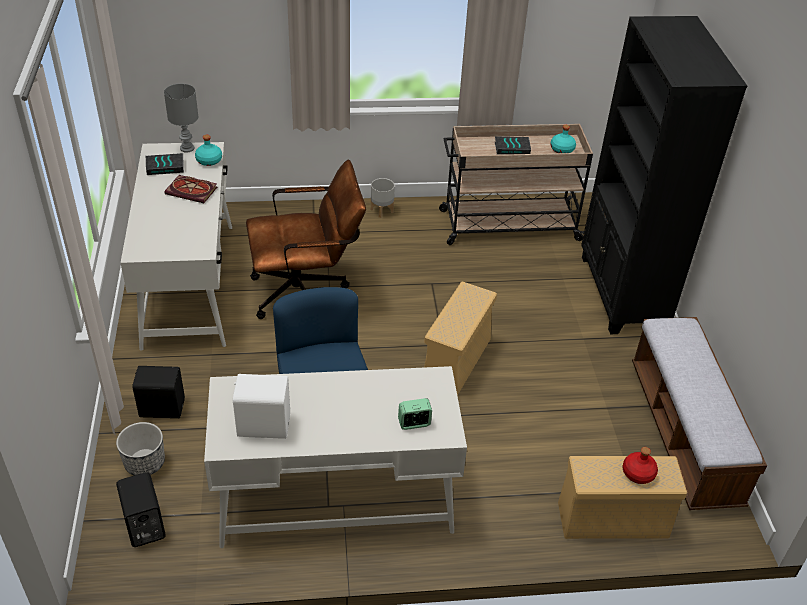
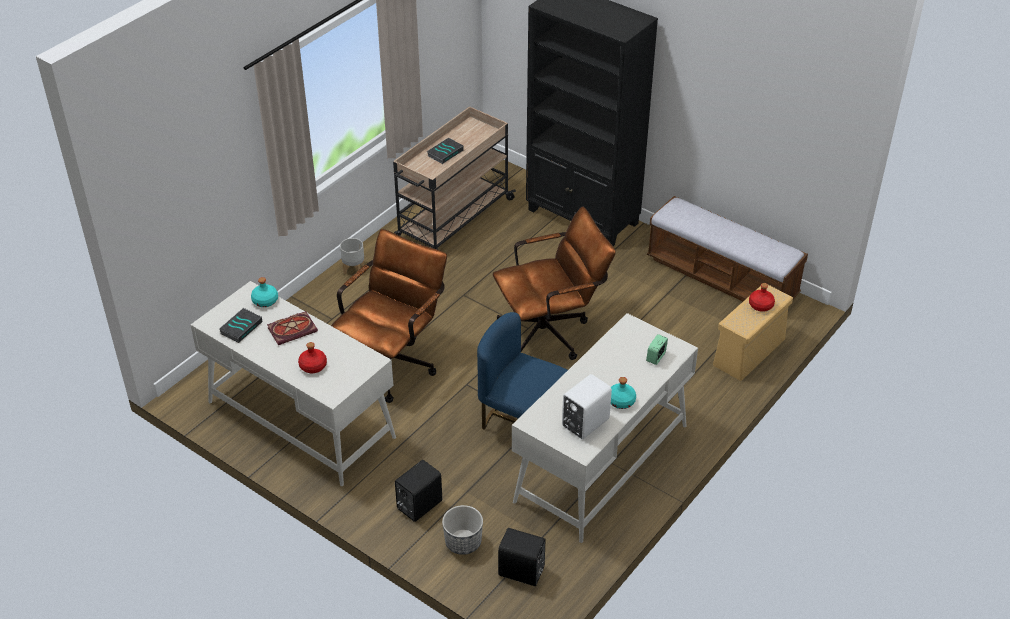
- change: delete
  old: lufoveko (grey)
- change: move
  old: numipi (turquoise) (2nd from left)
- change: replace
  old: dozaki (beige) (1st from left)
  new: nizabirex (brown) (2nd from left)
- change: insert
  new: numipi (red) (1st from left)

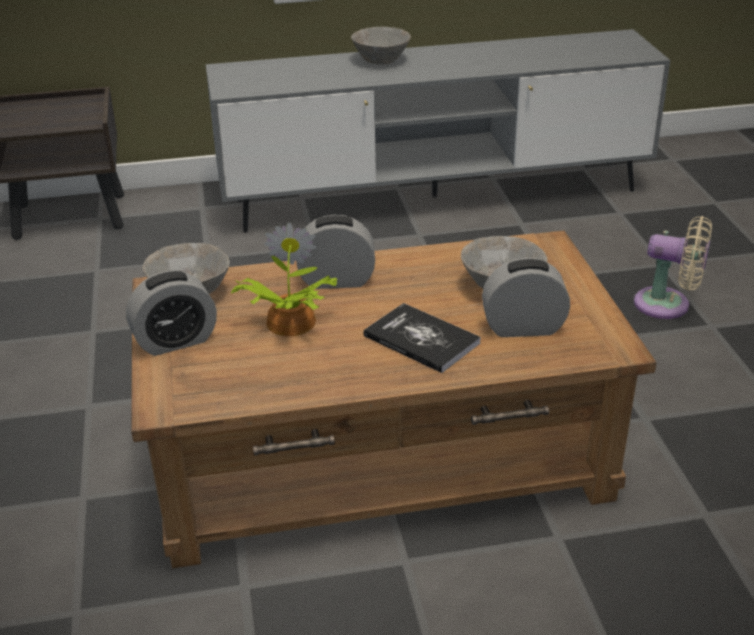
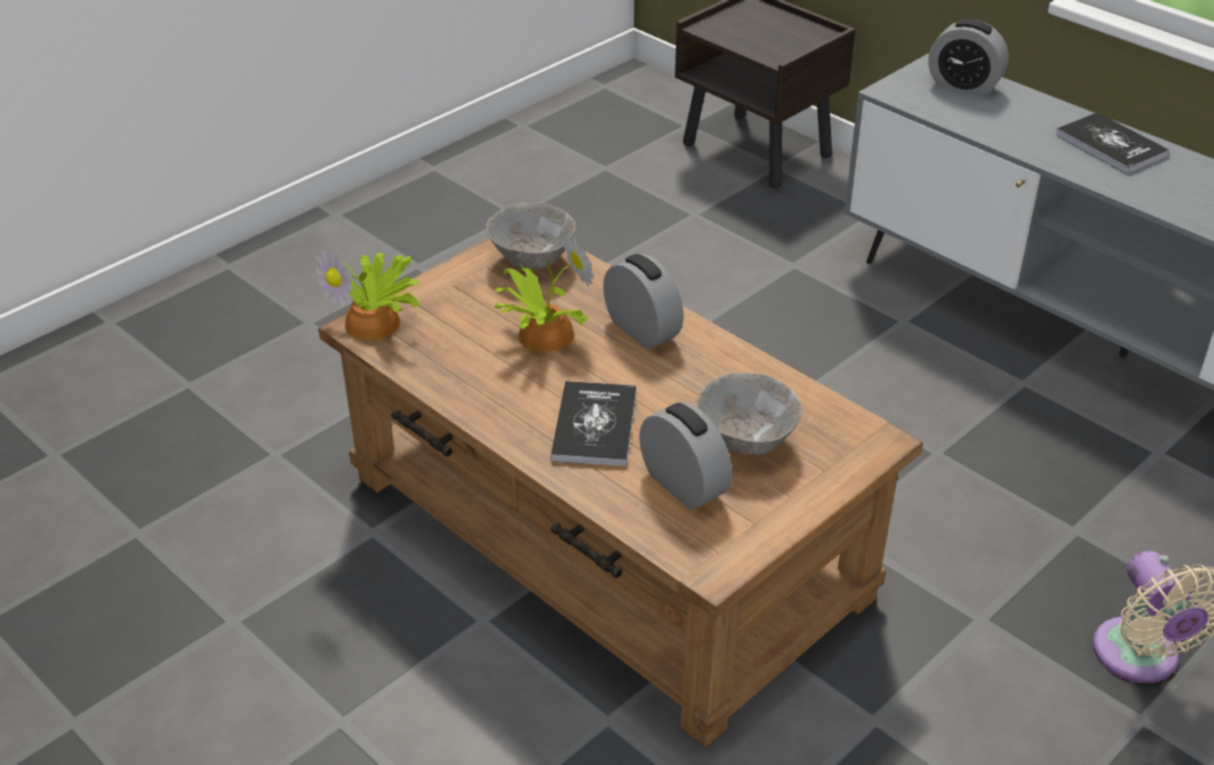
- change: replace
  old: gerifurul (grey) (2nd from left)
  new: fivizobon (2nd from left)
- change: move
  old: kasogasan (1st from left in the first image)
  new: kasogasan (3rd from left)
- change: insert
  new: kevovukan (1st from left)

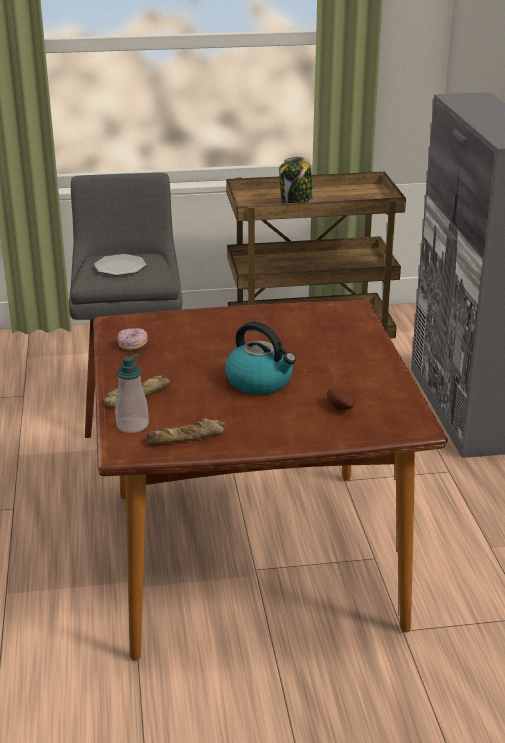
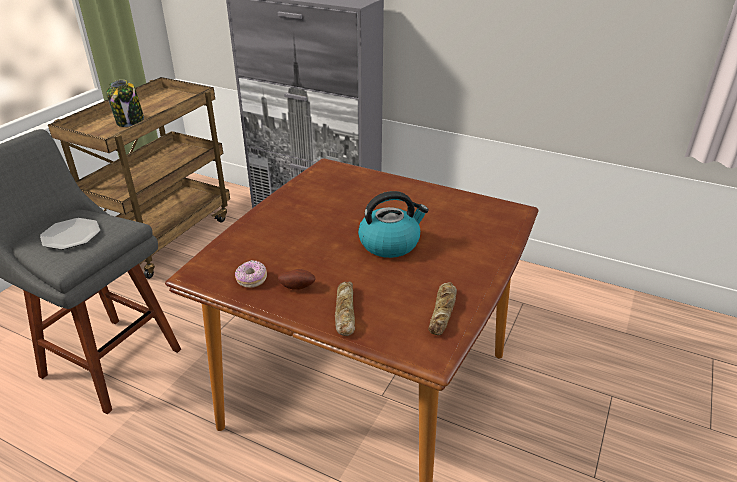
- change: delete
  old: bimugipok
- change: move
  old: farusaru

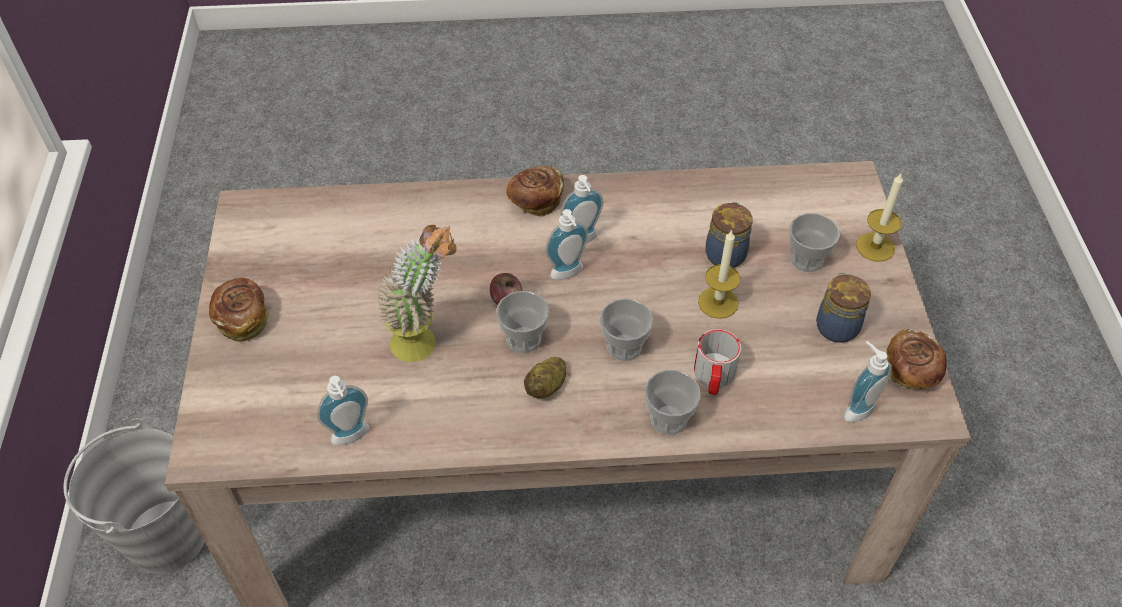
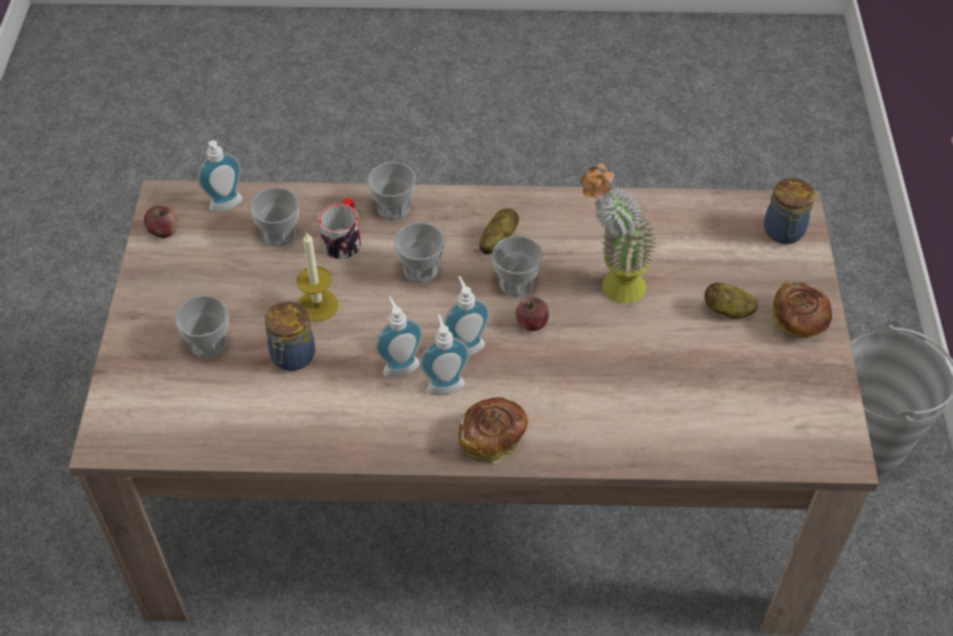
- change: delete
  old: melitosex (2nd from left)
- change: move
  old: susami (2nd from left)
- change: replace
  old: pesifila (3rd from left)
  new: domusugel (1st from left)
- change: move
  old: bimugipok (1st from left in the first image)
  new: bimugipok (2nd from left)
- change: insert
  new: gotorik (2nd from left)
- change: insert
  new: farusaru (2nd from left)

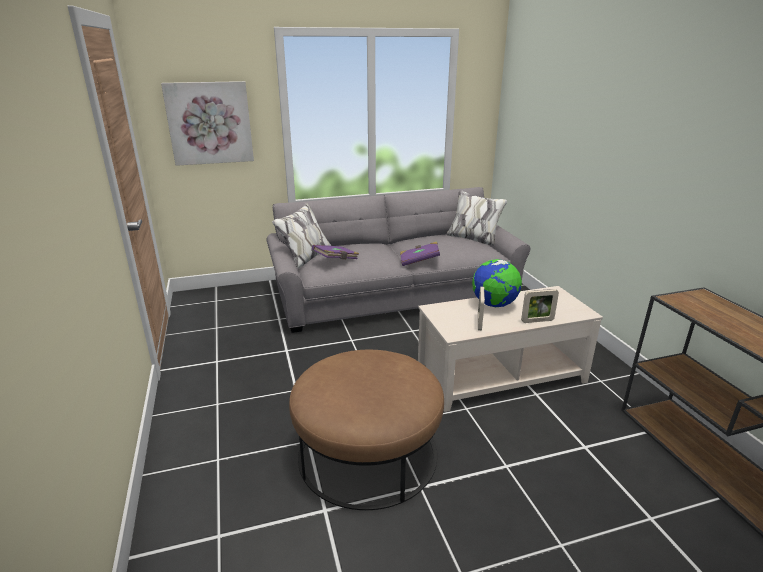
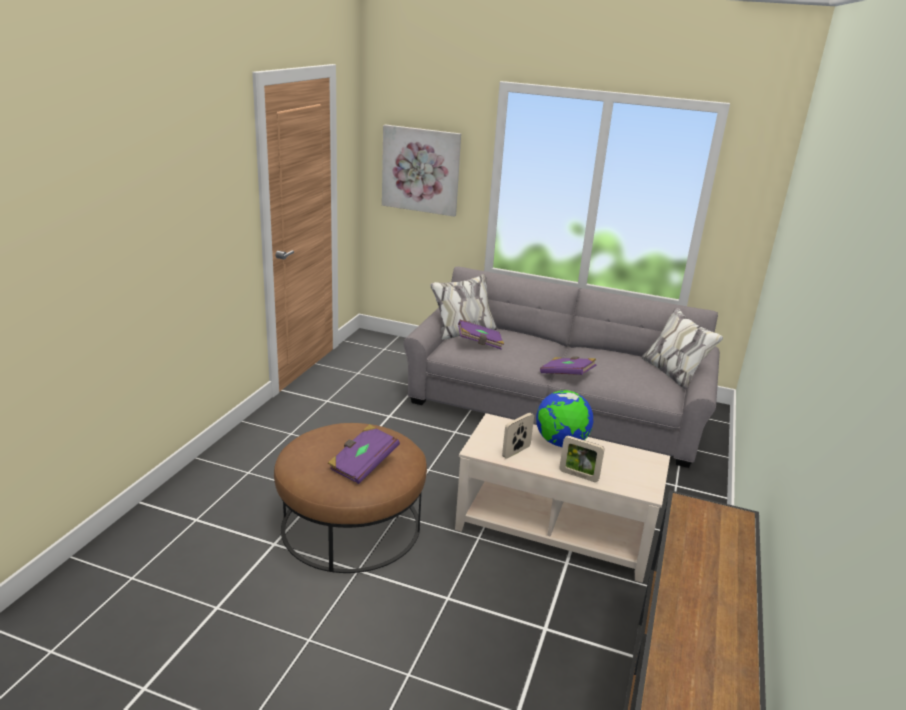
- change: insert
  new: fivizobon (purple) (1st from left)

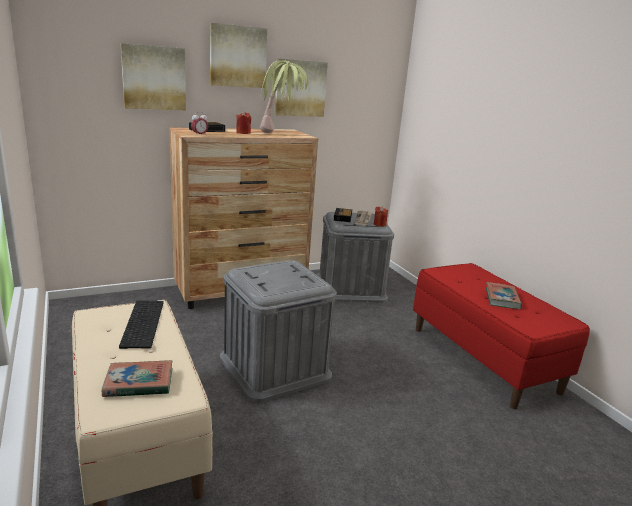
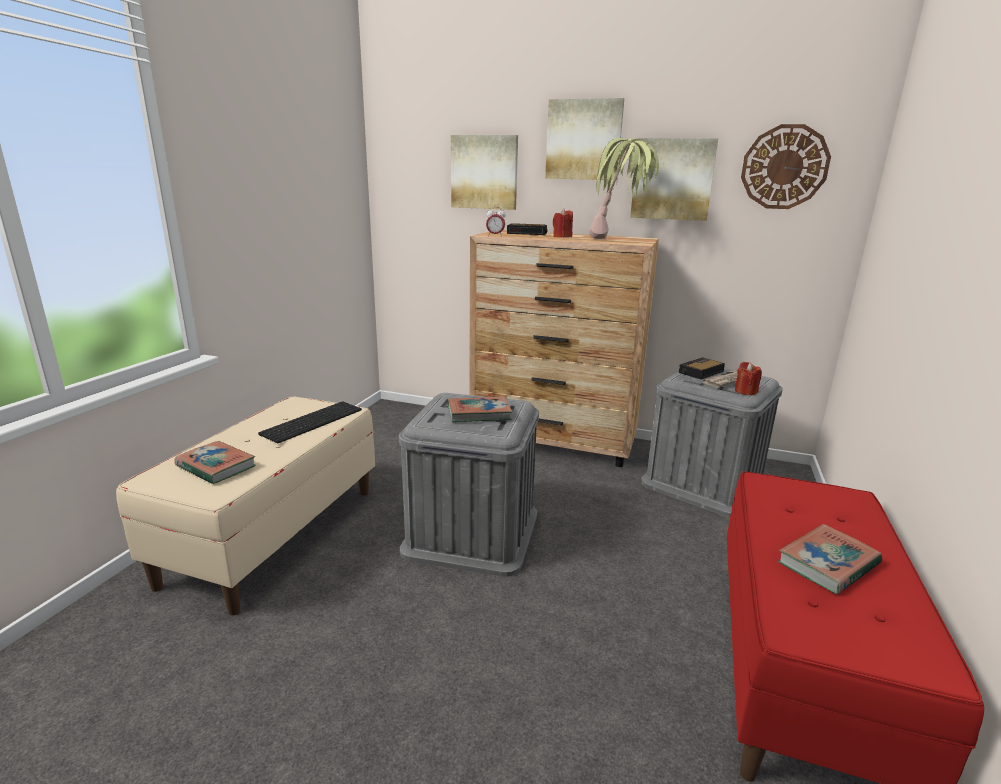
- change: insert
  new: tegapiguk
- change: insert
  new: fivizobon (2nd from left)

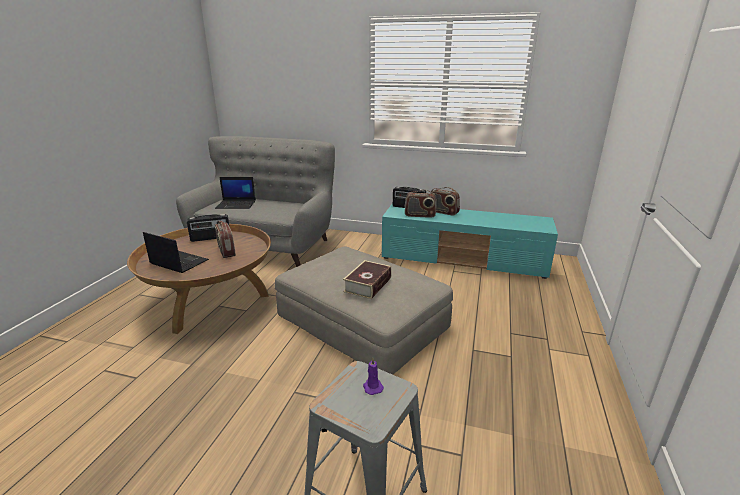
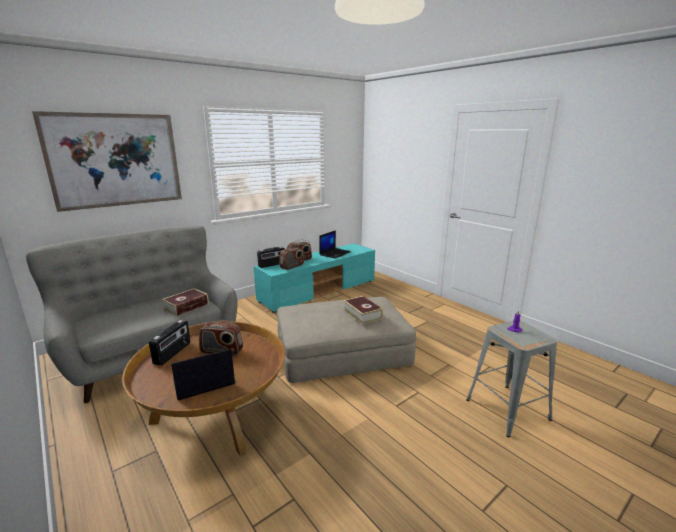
- change: move
  old: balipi (2nd from left)
- change: insert
  new: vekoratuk
- change: insert
  new: fivizobon (1st from left)

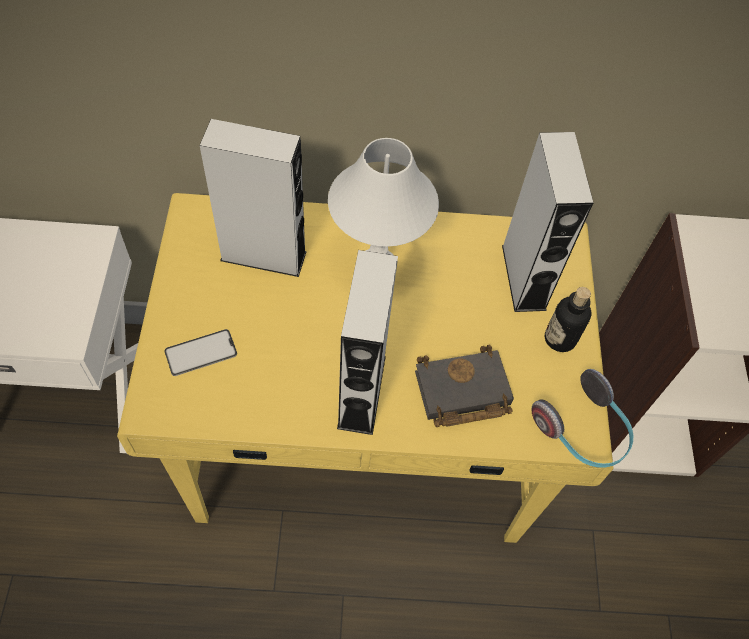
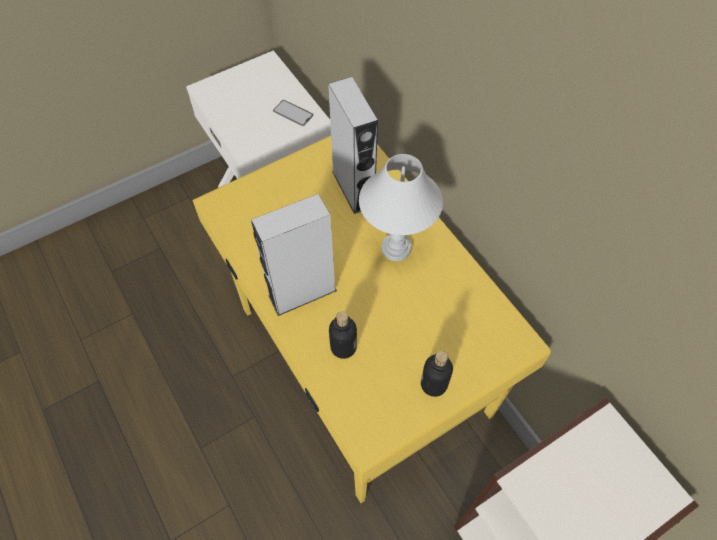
- change: delete
  old: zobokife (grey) (3rd from left)
- change: move
  old: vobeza
- change: replace
  old: fivizobon (black)
  new: numipi (1st from left)
- change: delete
  old: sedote

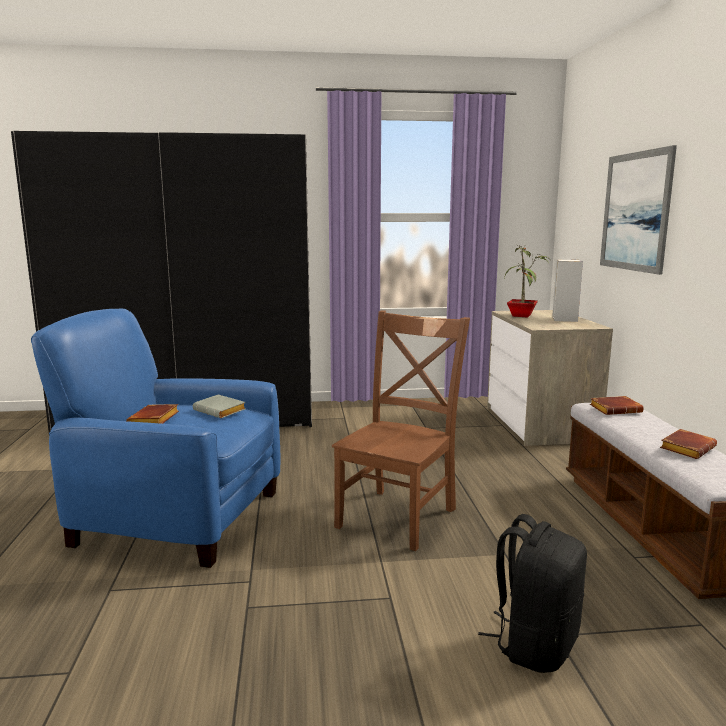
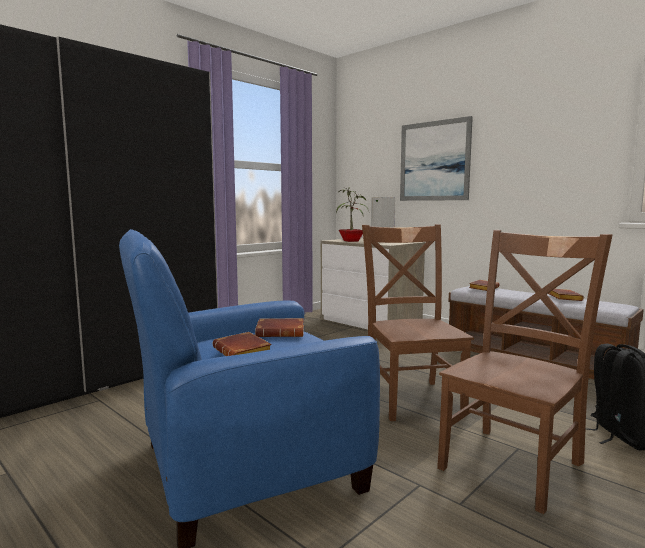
- change: recolor
  old: fivizobon (grey)
  new: fivizobon (brown) (2nd from left)
- change: insert
  new: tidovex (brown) (2nd from left)

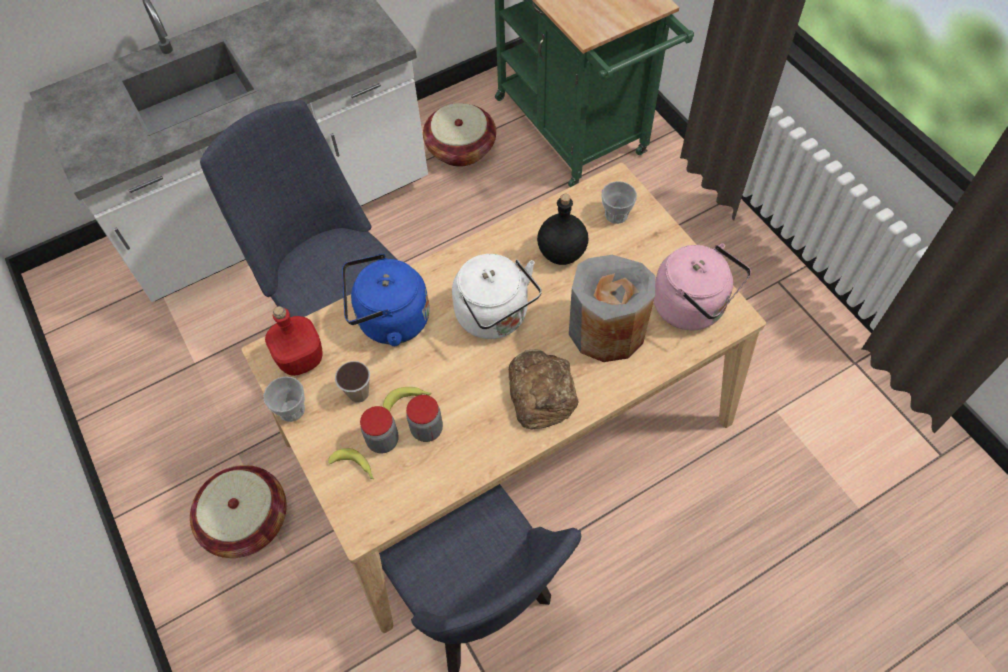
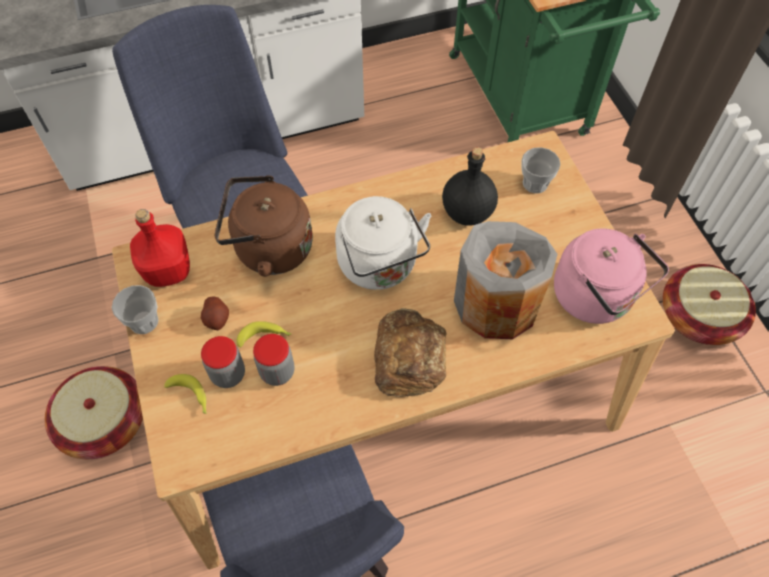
- change: move
  old: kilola (2nd from left)
- change: recolor
  old: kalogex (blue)
  new: kalogex (brown)
- change: replace
  old: gotorik (2nd from left)
  new: farusaru

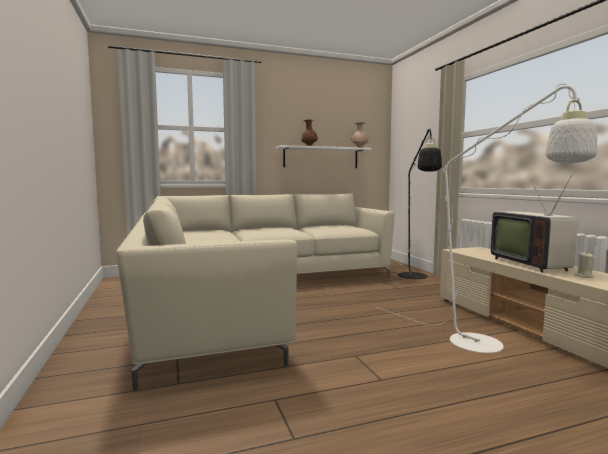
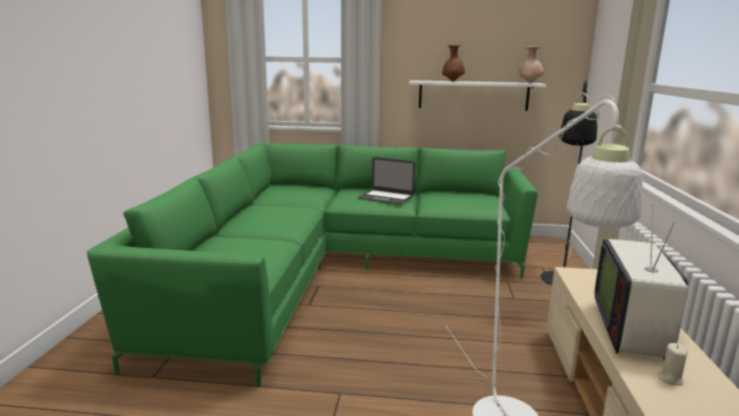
- change: recolor
  old: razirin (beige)
  new: razirin (green)
- change: insert
  new: balipi

